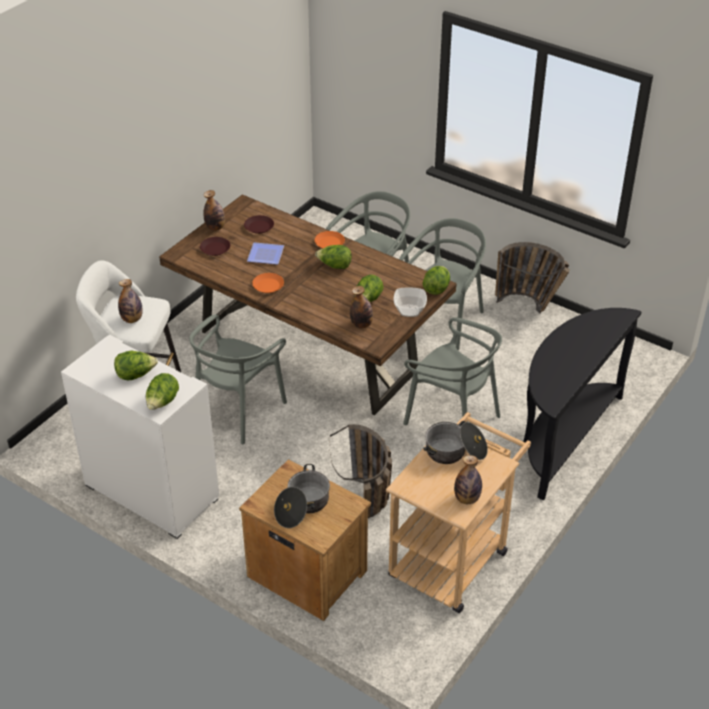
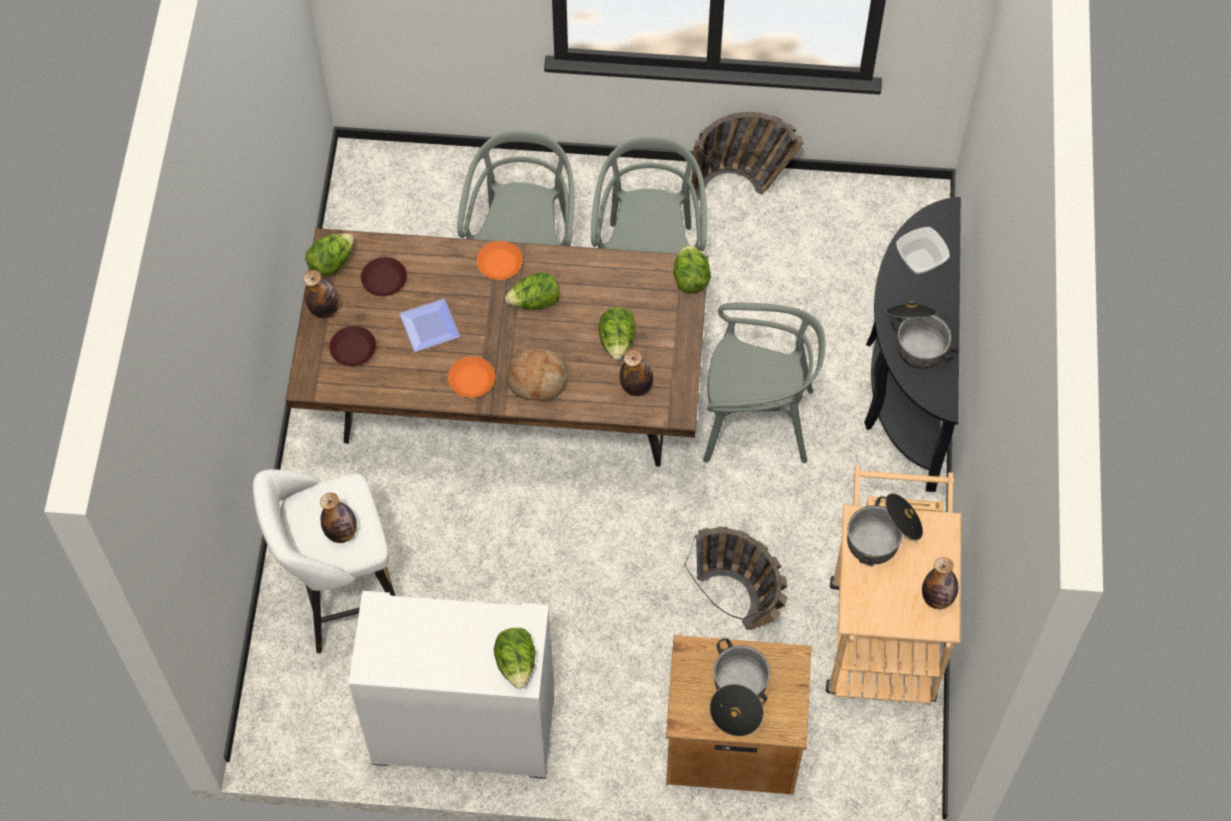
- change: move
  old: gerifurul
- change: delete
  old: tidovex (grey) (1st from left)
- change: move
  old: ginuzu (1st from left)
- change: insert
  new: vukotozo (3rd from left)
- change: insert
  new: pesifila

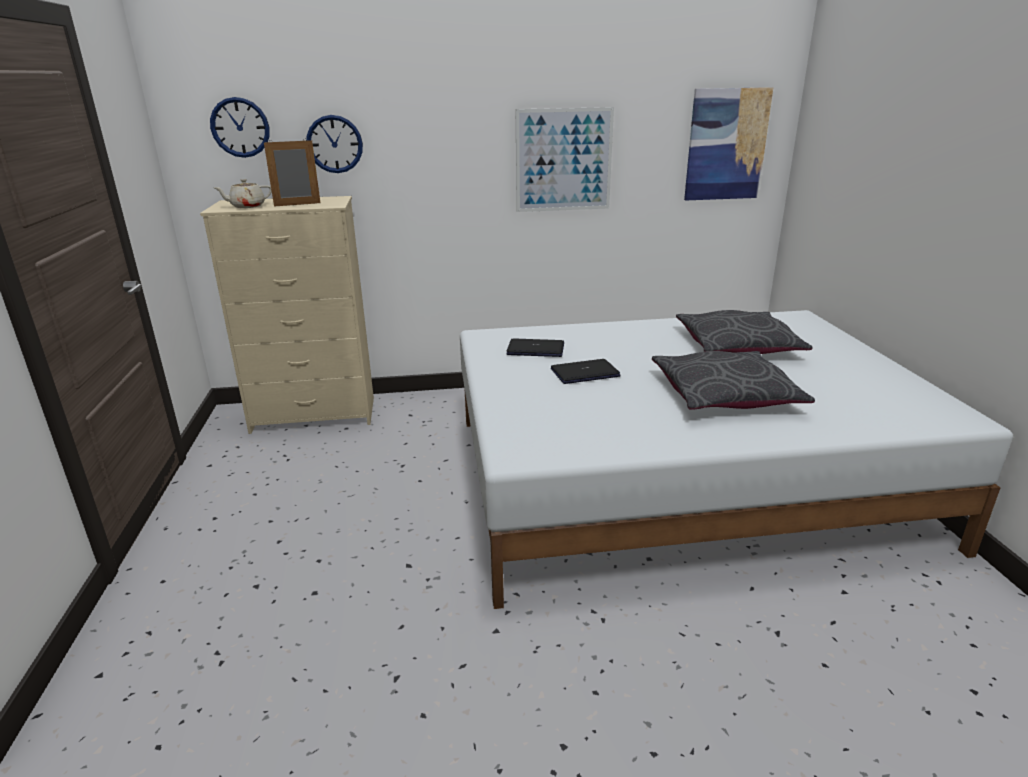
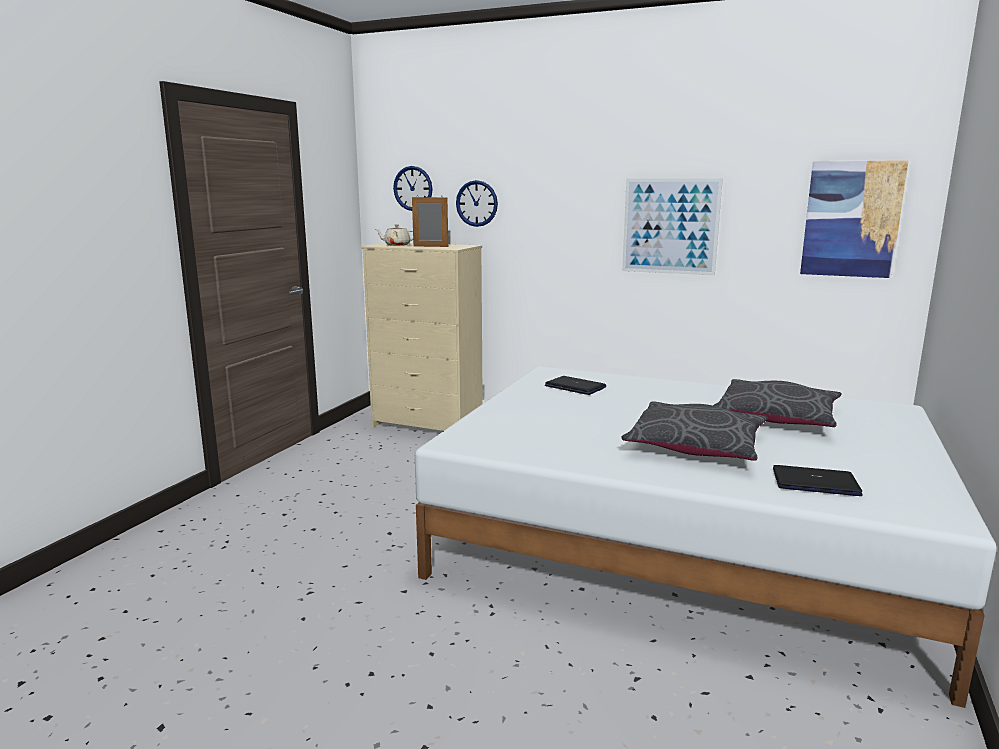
- change: move
  old: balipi (2nd from left)

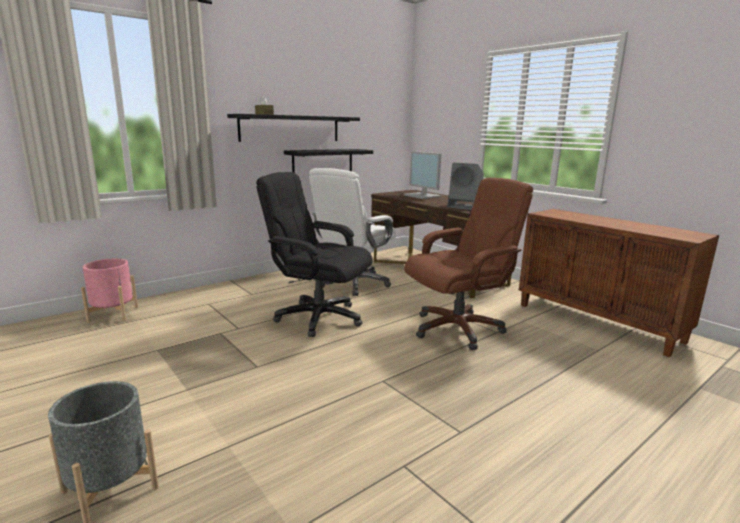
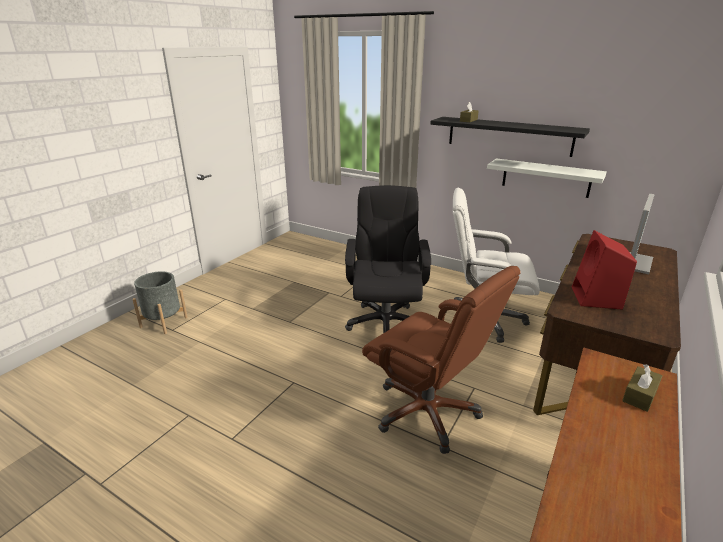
- change: recolor
  old: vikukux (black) (2nd from left)
  new: vikukux (white)
- change: recolor
  old: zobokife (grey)
  new: zobokife (red)
- change: delete
  old: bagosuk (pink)
- change: insert
  new: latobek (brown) (2nd from left)

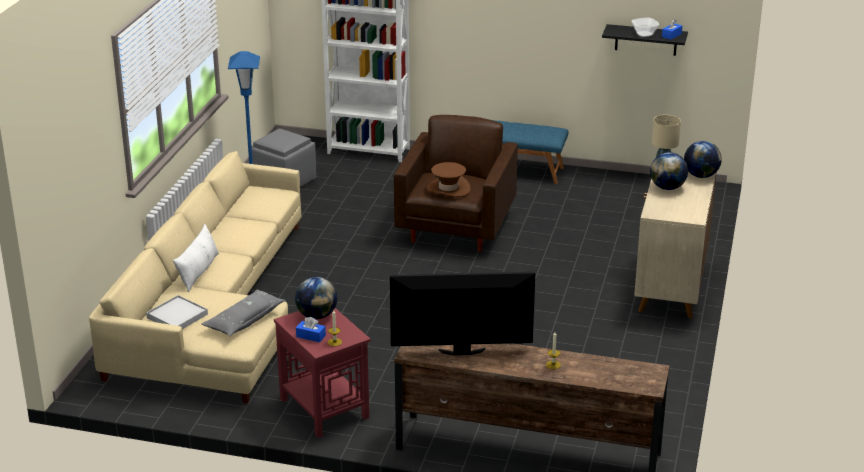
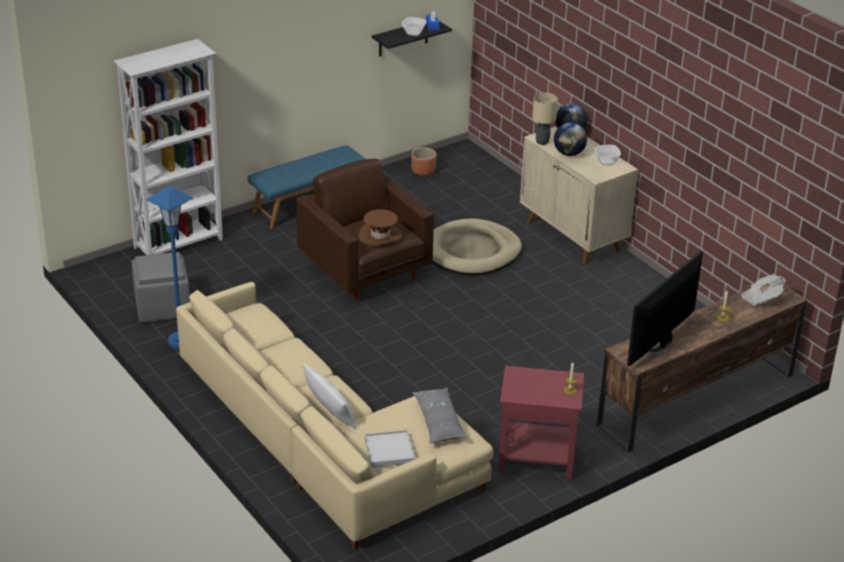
- change: delete
  old: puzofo (1st from left)
- change: delete
  old: latobek (blue) (1st from left)
- change: insert
  new: gerifurul (2nd from left)
- change: insert
  new: bagosuk (brown)
- change: insert
  new: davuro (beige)
- change: insert
  new: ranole

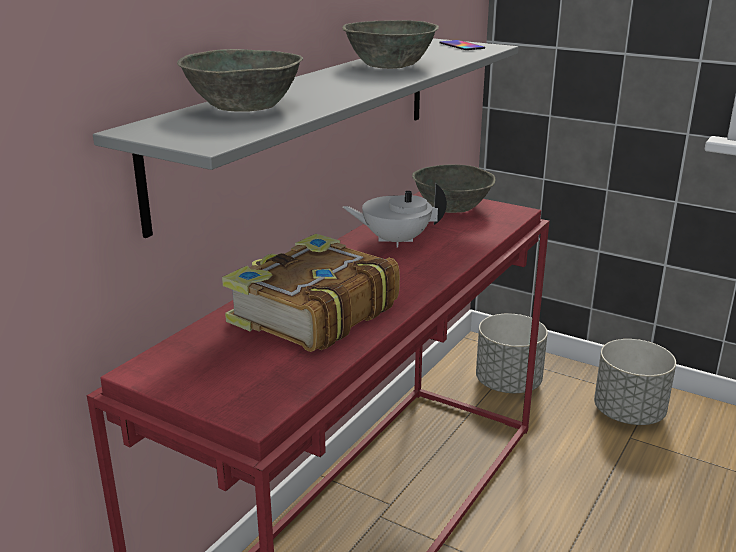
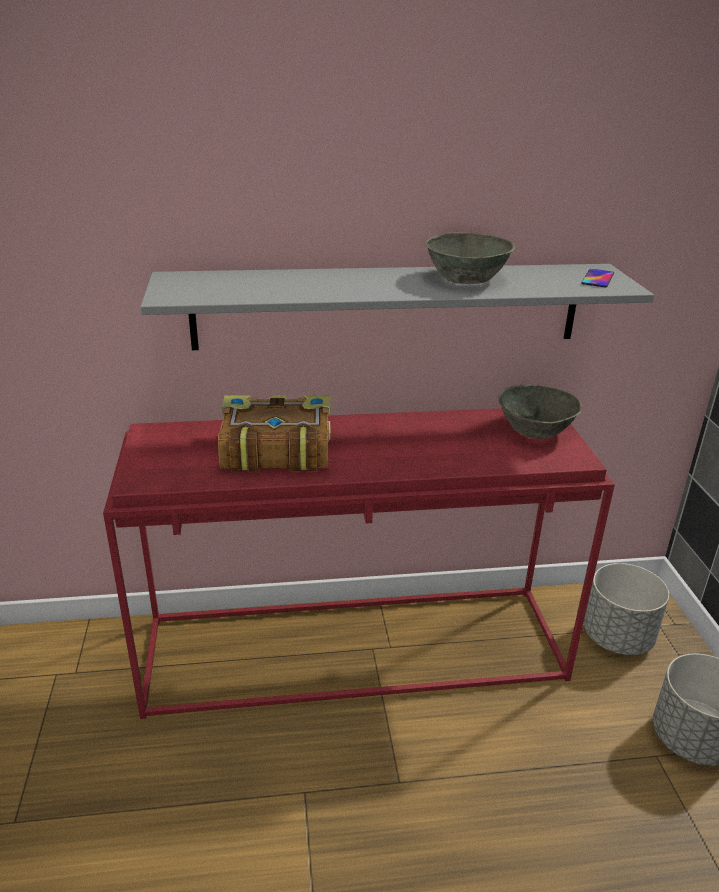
- change: delete
  old: gerifurul (grey) (1st from left)
- change: delete
  old: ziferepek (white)

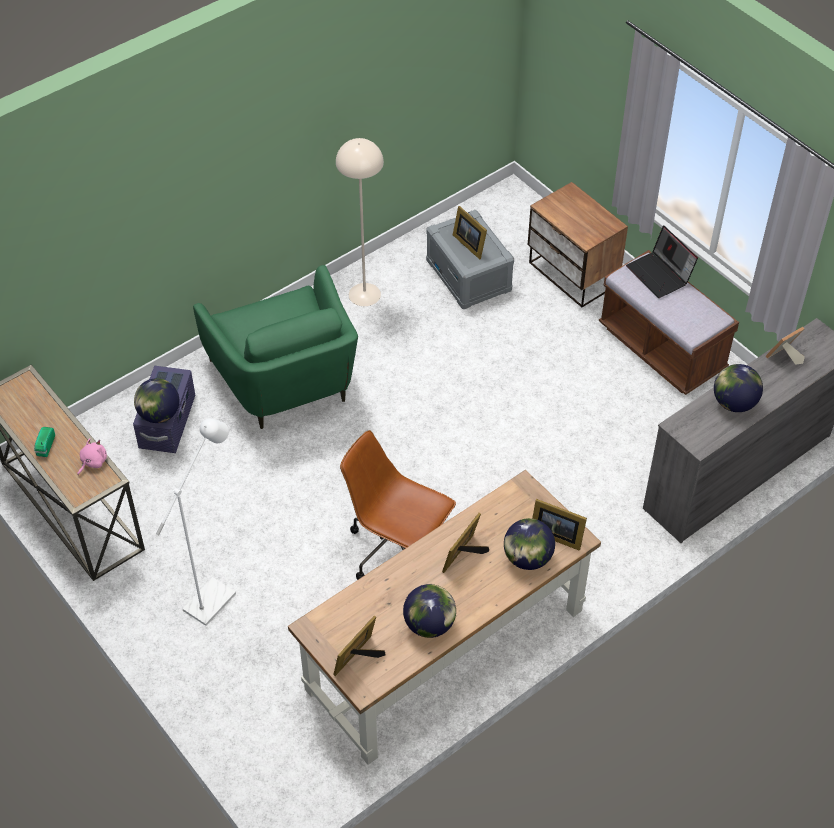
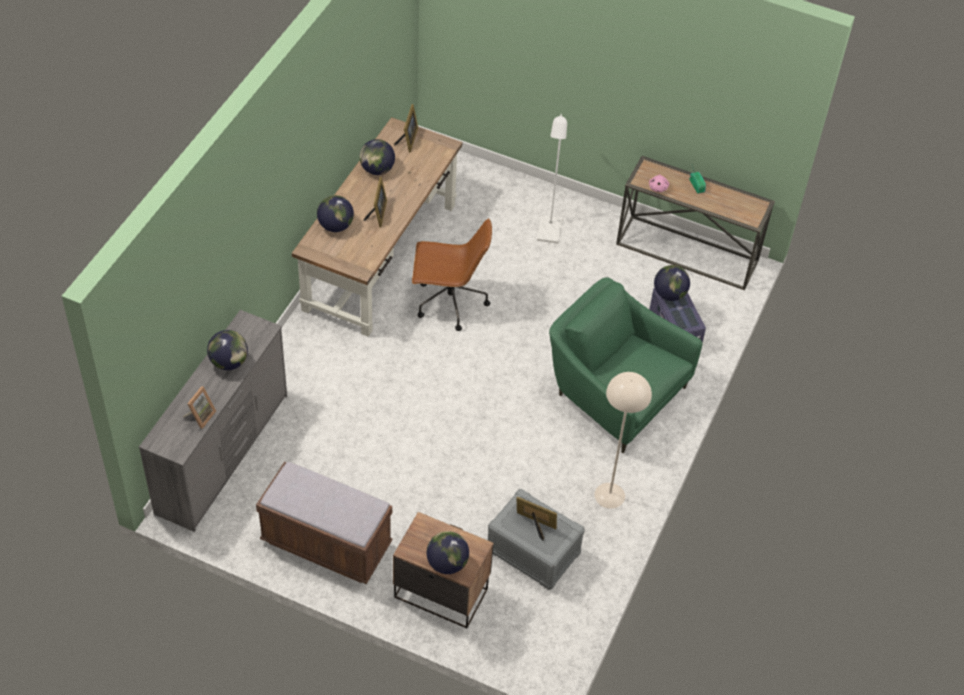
- change: delete
  old: balipi
- change: delete
  old: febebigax (4th from left)
- change: insert
  new: puzofo (4th from left)

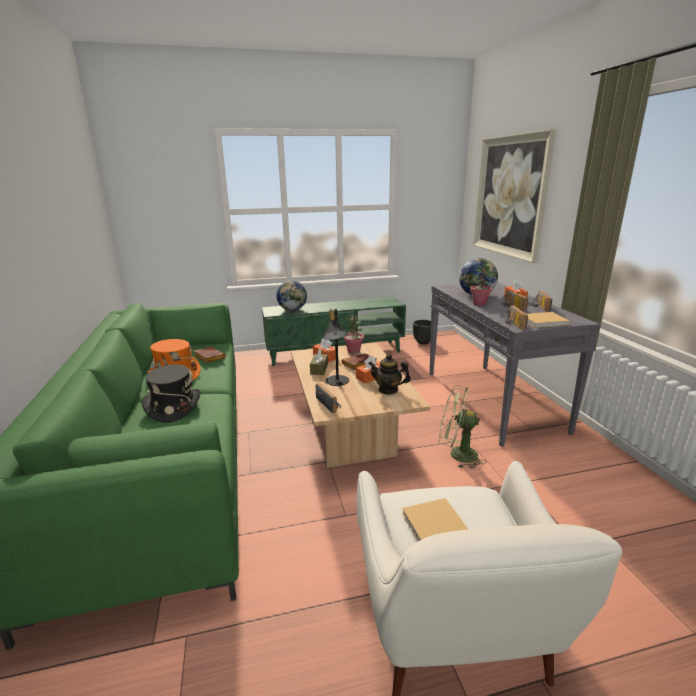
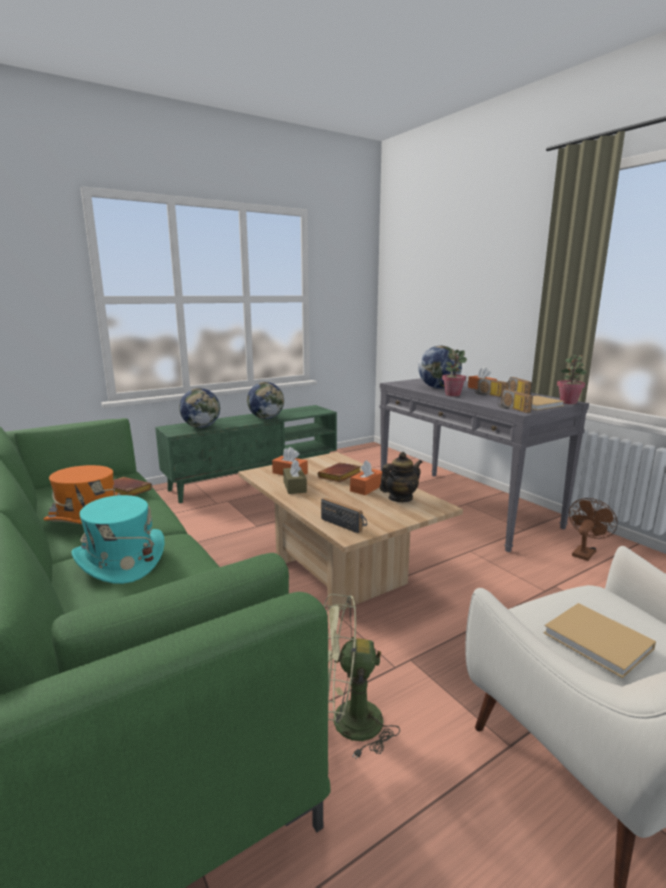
- change: delete
  old: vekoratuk
- change: delete
  old: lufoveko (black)
- change: move
  old: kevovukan (1st from left in the first image)
  new: kevovukan (2nd from left)
- change: delete
  old: bagosuk (black)
- change: rotate
  old: ziferepek
  degrees: 150
- change: recolor
  old: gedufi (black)
  new: gedufi (turquoise)
- change: move
  old: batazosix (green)
- change: insert
  new: puzofo (2nd from left)
- change: insert
  new: batazosix (brown)

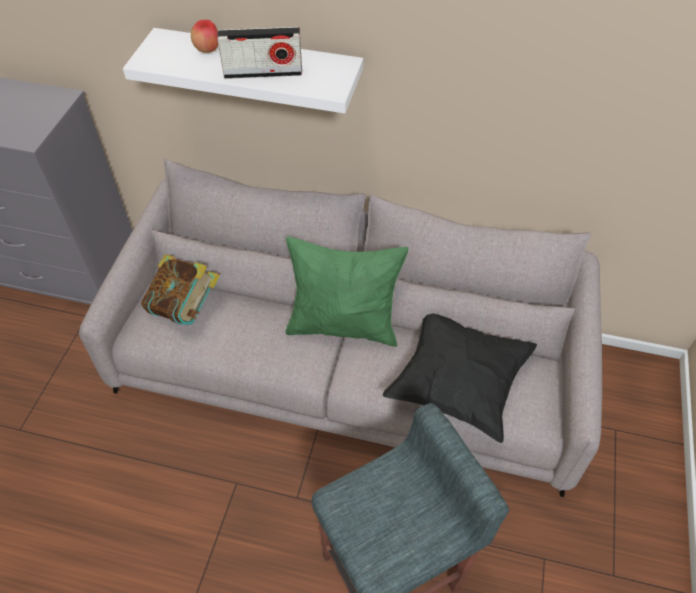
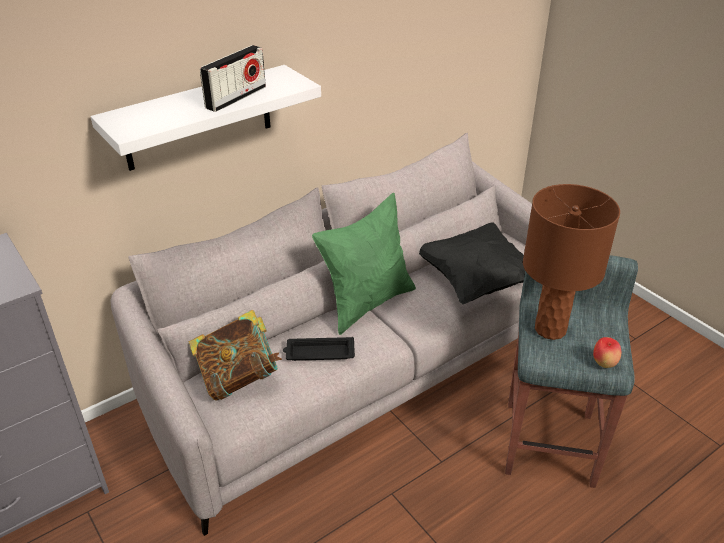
- change: move
  old: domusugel
- change: insert
  new: lufoveko (brown)
- change: insert
  new: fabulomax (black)

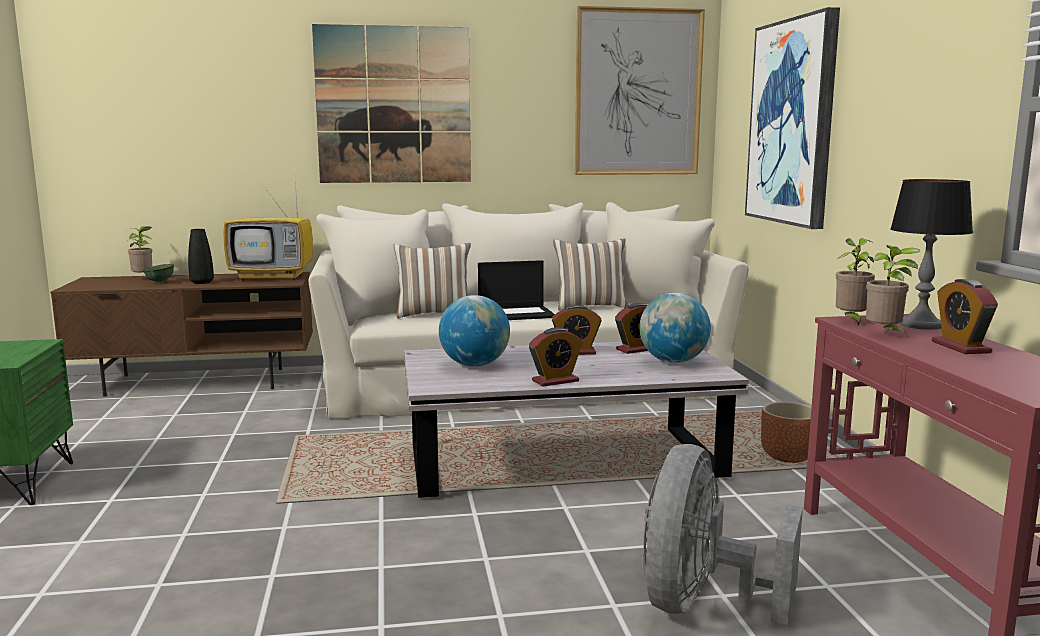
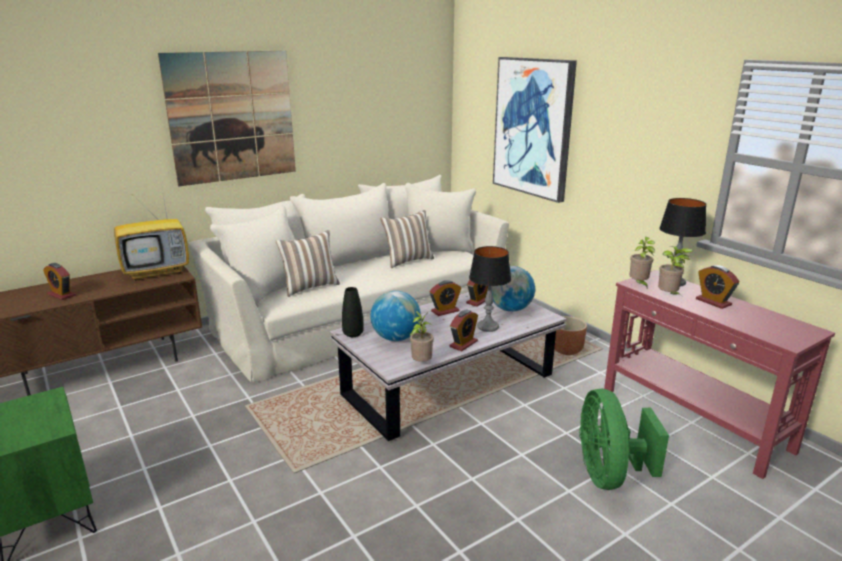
- change: delete
  old: vekoratuk (2nd from left)
- change: move
  old: kevovukan (1st from left)
- change: move
  old: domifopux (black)
- change: delete
  old: balipi
- change: replace
  old: gerifurul (green)
  new: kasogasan (1st from left)
- change: recolor
  old: batazosix (grey)
  new: batazosix (green)
- change: insert
  new: lufoveko (1st from left)

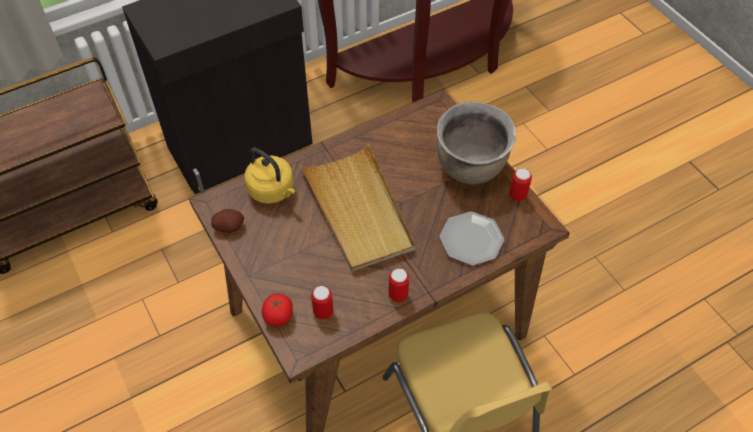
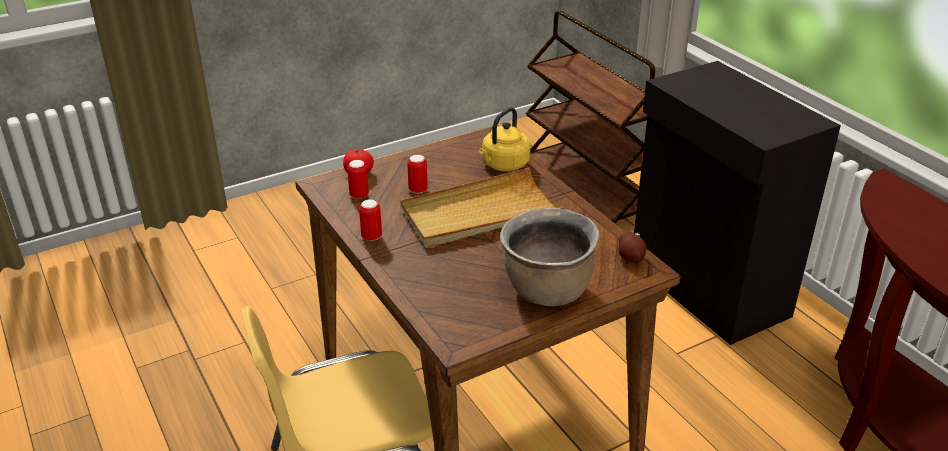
- change: move
  old: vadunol (3rd from left)
- change: move
  old: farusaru
- change: delete
  old: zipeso

